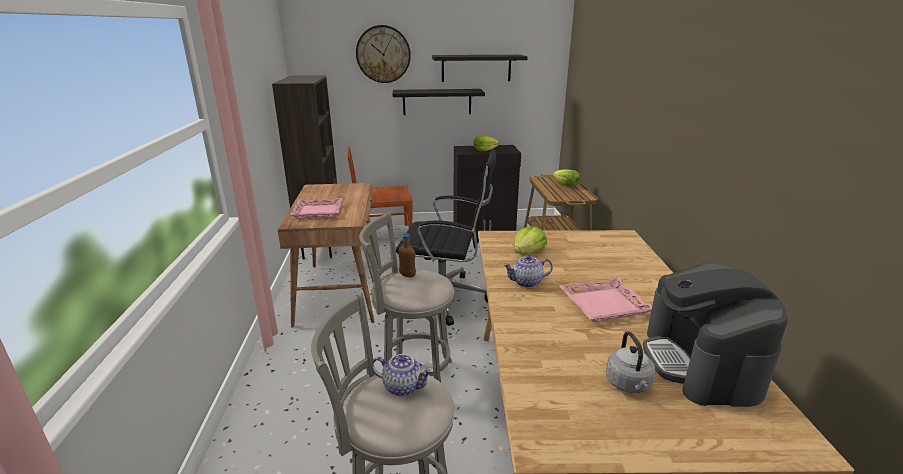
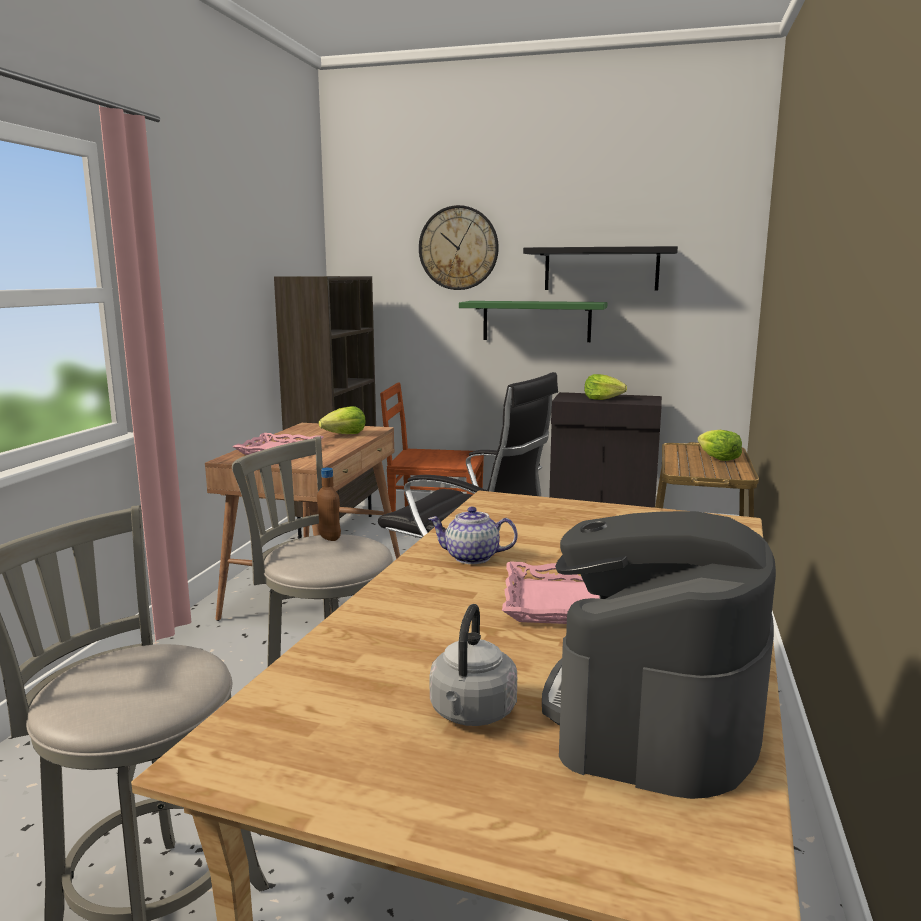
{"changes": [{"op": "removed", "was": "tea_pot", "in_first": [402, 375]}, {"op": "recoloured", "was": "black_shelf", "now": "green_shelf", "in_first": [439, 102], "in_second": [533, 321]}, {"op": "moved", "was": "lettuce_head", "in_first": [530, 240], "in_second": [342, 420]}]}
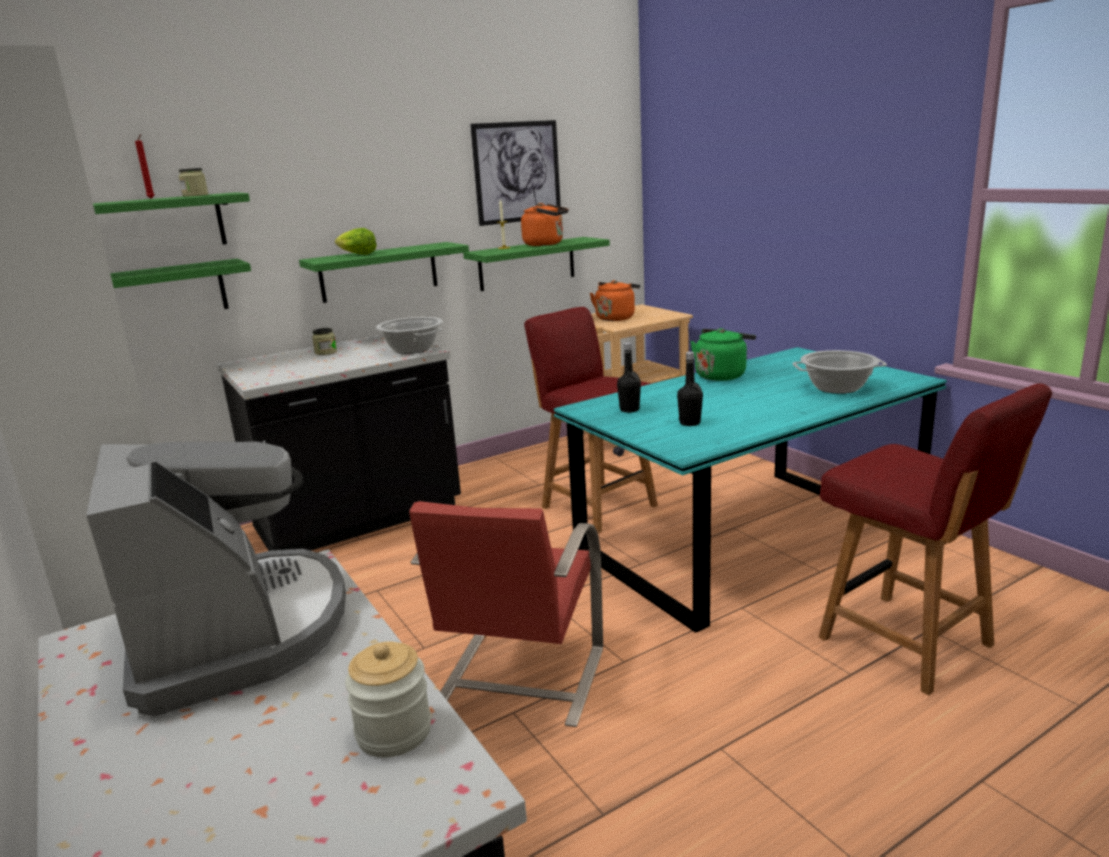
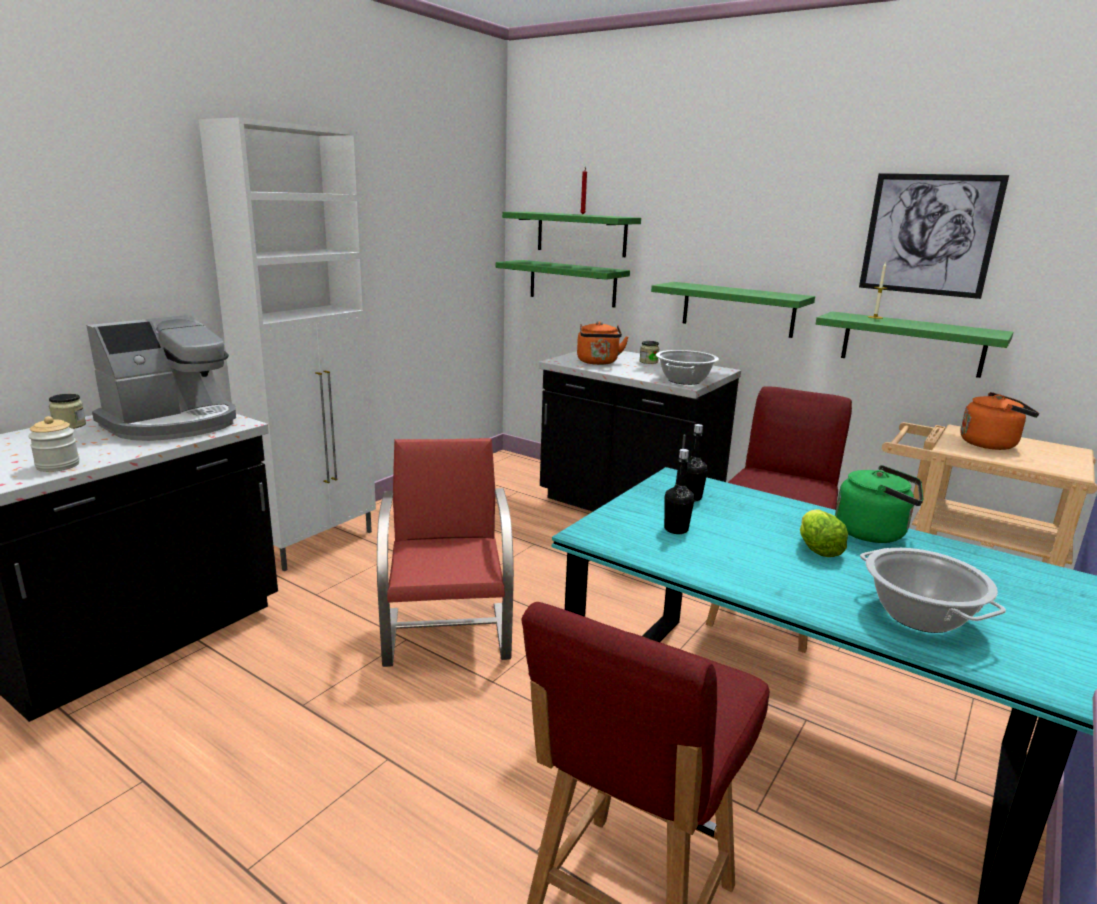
{"changes": [{"op": "moved", "was": "preserve_jar", "in_first": [193, 182], "in_second": [67, 411]}, {"op": "moved", "was": "lettuce_head", "in_first": [356, 241], "in_second": [824, 533]}, {"op": "turned", "was": "reddish_plain_chair", "in_first": [506, 614], "in_second": [445, 552], "clockwise": 90}, {"op": "moved", "was": "orange-coloured_kettle", "in_first": [545, 224], "in_second": [603, 343]}]}
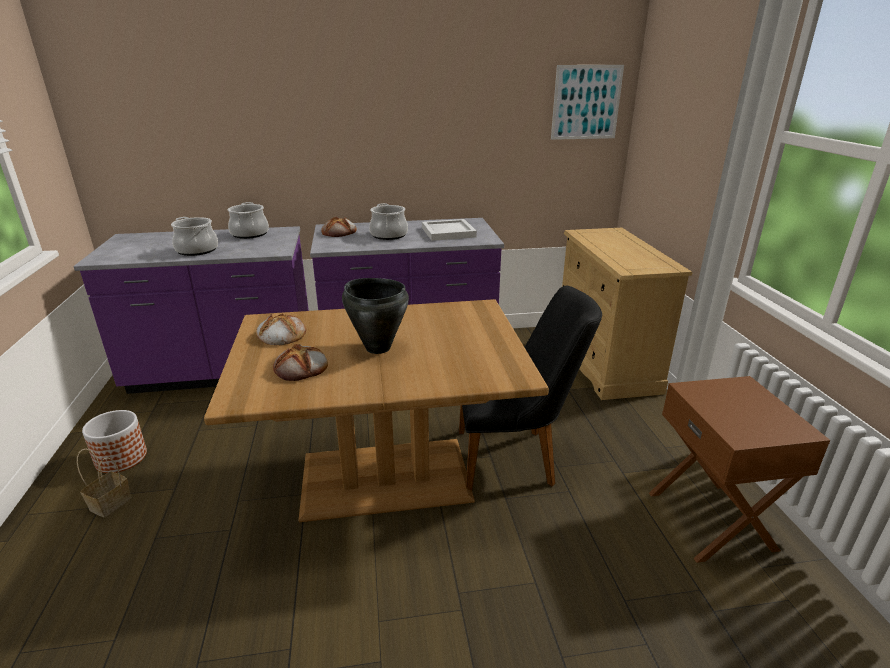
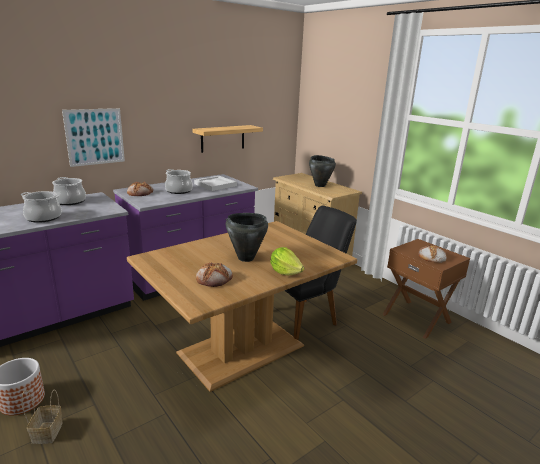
{"changes": [{"op": "moved", "was": "bread", "in_first": [281, 329], "in_second": [432, 254]}, {"op": "moved", "was": "picture", "in_first": [587, 102], "in_second": [93, 137]}, {"op": "added", "now": "shelf", "in_second": [228, 139]}, {"op": "added", "now": "lettuce_head", "in_second": [287, 261]}, {"op": "added", "now": "black_saucepot", "in_second": [322, 171]}]}
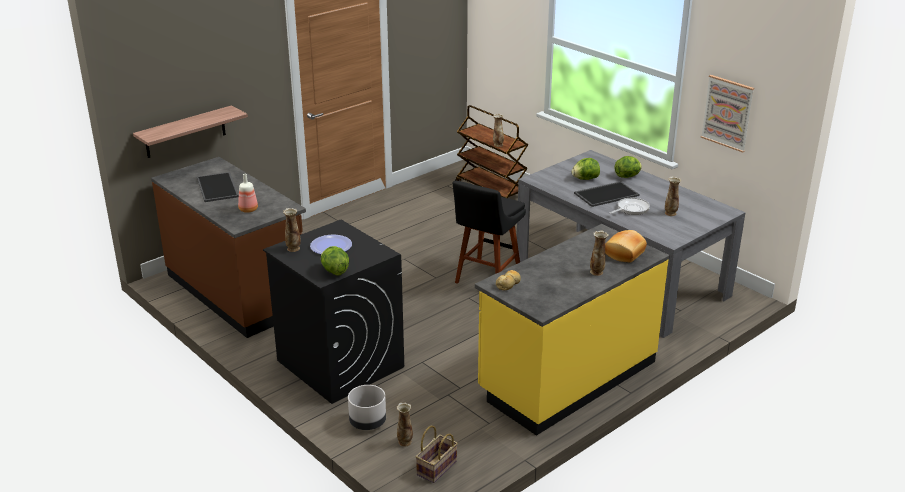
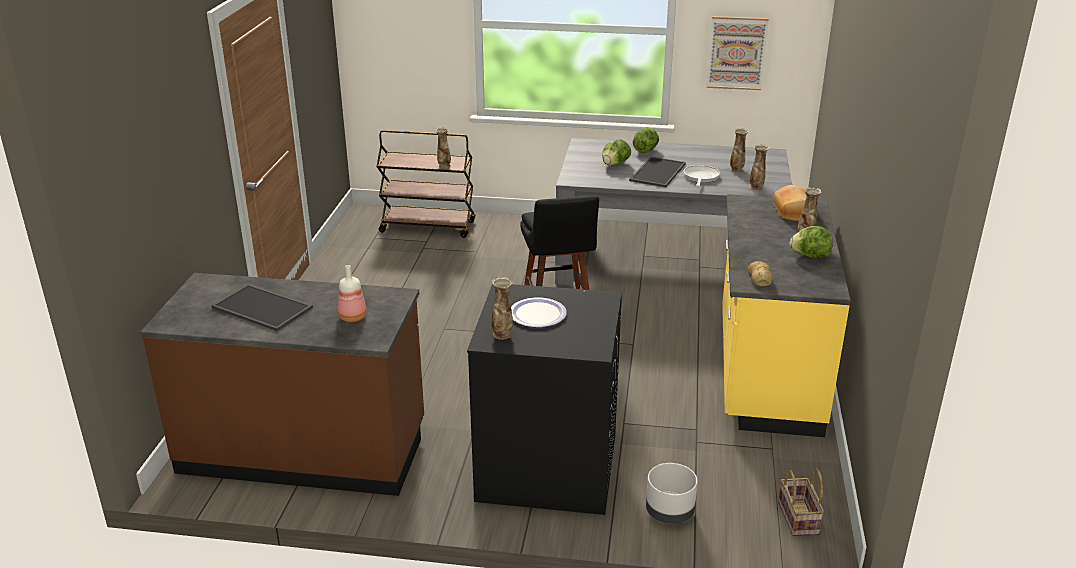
{"changes": [{"op": "removed", "was": "shelf", "in_first": [190, 131]}, {"op": "moved", "was": "lettuce_head", "in_first": [335, 261], "in_second": [811, 242]}, {"op": "moved", "was": "vase", "in_first": [405, 424], "in_second": [759, 167]}]}
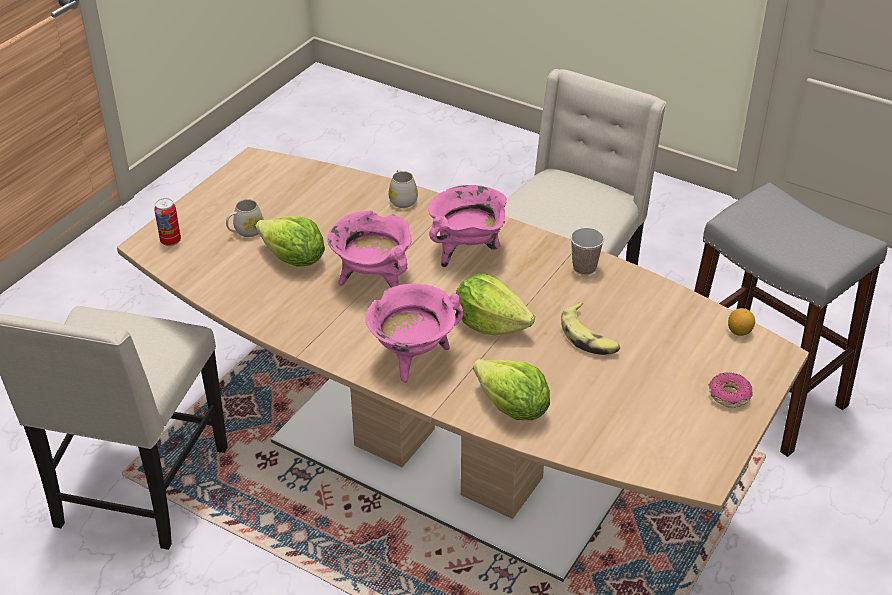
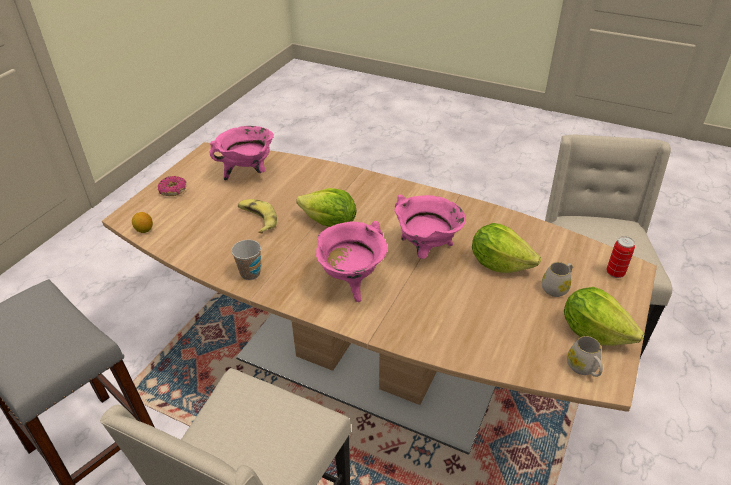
{"changes": [{"op": "moved", "was": "pink-coloured_saucepot", "in_first": [414, 333], "in_second": [242, 153]}, {"op": "moved", "was": "white-coloured_coffee_mug", "in_first": [403, 189], "in_second": [585, 356]}, {"op": "moved", "was": "lettuce_head", "in_first": [511, 389], "in_second": [604, 316]}]}
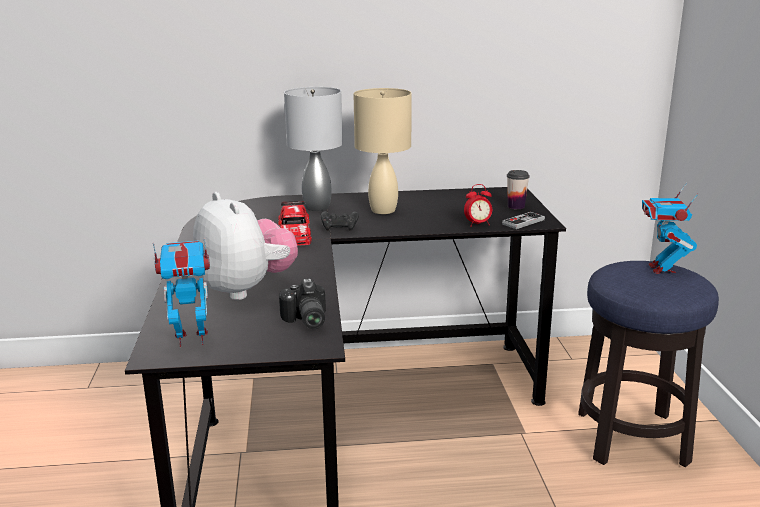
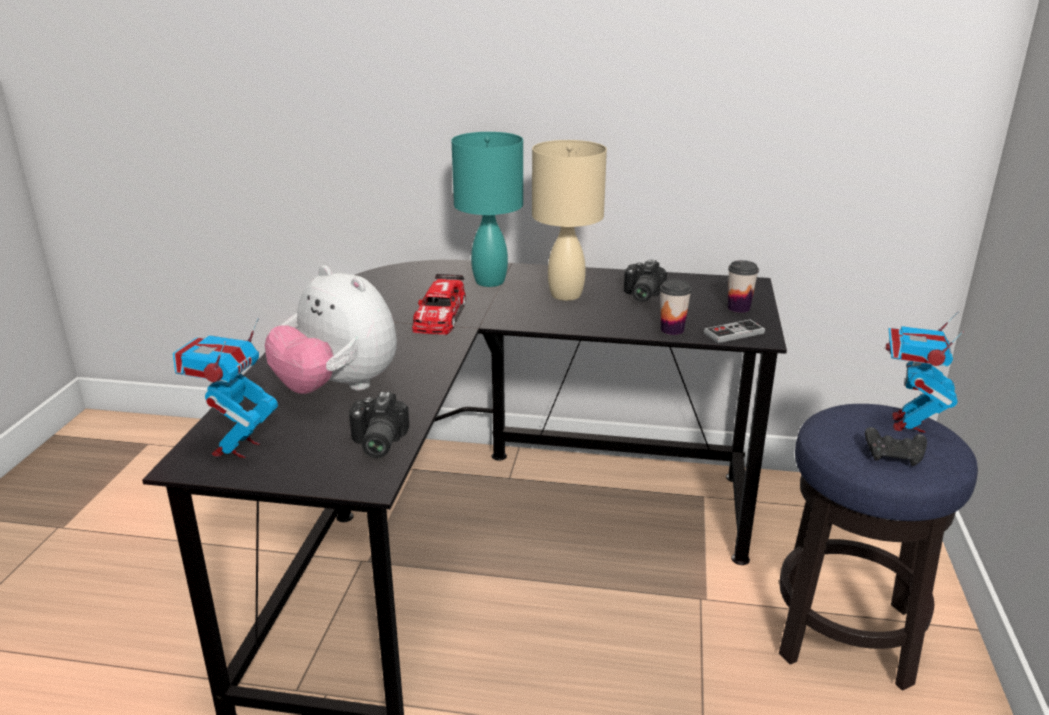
{"changes": [{"op": "turned", "was": "robot_figure", "in_first": [181, 293], "in_second": [225, 388], "clockwise": -75}, {"op": "turned", "was": "soft_toy", "in_first": [245, 246], "in_second": [331, 329], "clockwise": 150}, {"op": "recoloured", "was": "greyish_lamp_for_a_table", "now": "turquoise_lamp_for_a_table", "in_first": [313, 149], "in_second": [487, 209]}, {"op": "moved", "was": "black_game_controller", "in_first": [340, 221], "in_second": [896, 446]}, {"op": "replaced", "was": "bedside_clock", "now": "drinking_cup", "in_first": [478, 205], "in_second": [676, 307]}, {"op": "added", "now": "still_camera", "in_second": [645, 280]}]}
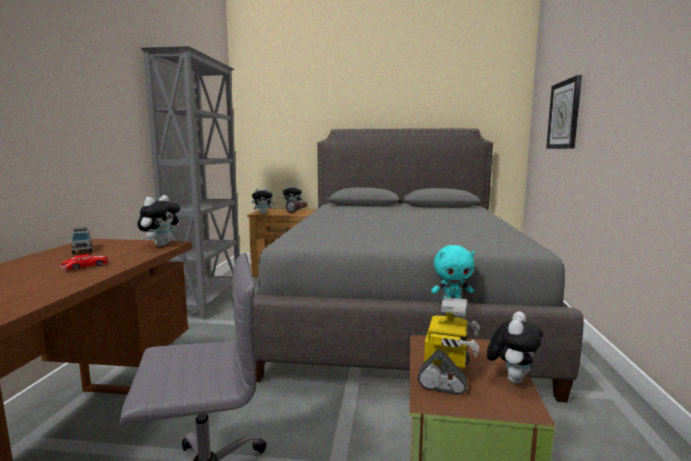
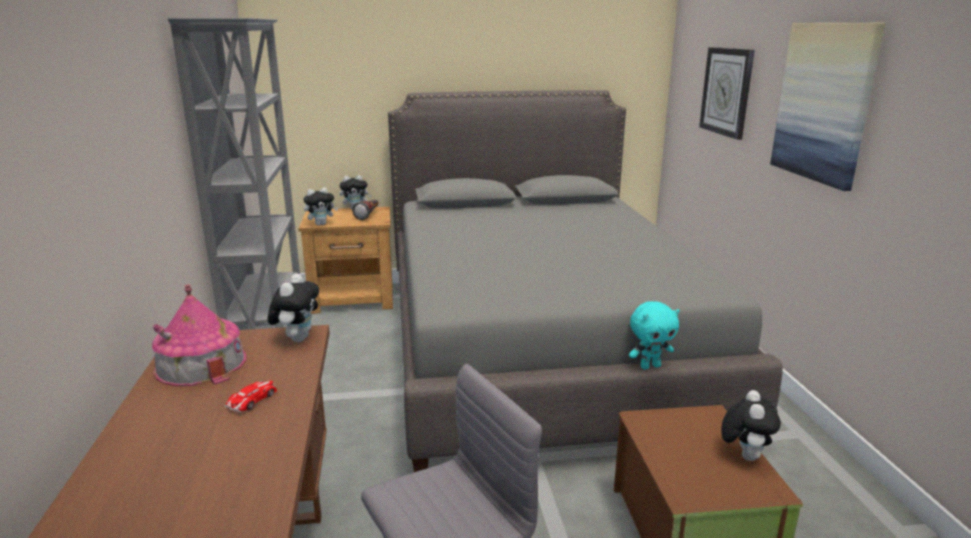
{"changes": [{"op": "replaced", "was": "greyish_miniature_car", "now": "model_house", "in_first": [81, 240], "in_second": [199, 335]}, {"op": "removed", "was": "robot_figure", "in_first": [448, 346]}, {"op": "added", "now": "picture", "in_second": [827, 107]}]}
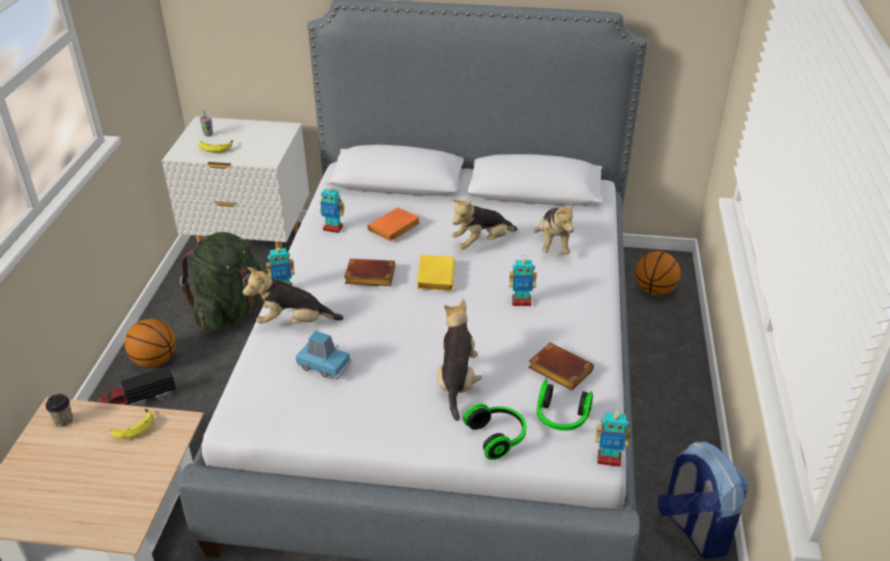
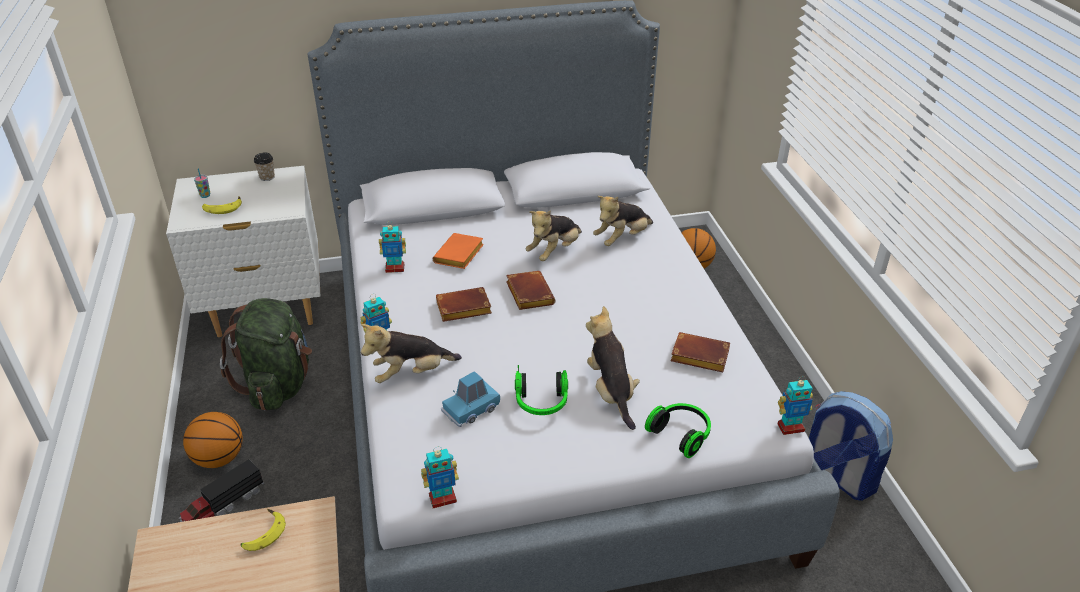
{"changes": [{"op": "moved", "was": "drinking_cup", "in_first": [59, 410], "in_second": [264, 166]}, {"op": "turned", "was": "blue_miniature_car", "in_first": [323, 355], "in_second": [470, 399], "clockwise": 135}, {"op": "recoloured", "was": "yellowish_bound_book", "now": "brown_bound_book", "in_first": [436, 273], "in_second": [531, 290]}, {"op": "moved", "was": "robot_figure", "in_first": [523, 280], "in_second": [440, 477]}, {"op": "turned", "was": "soft_toy", "in_first": [553, 228], "in_second": [623, 221], "clockwise": 75}, {"op": "moved", "was": "headphones", "in_first": [565, 403], "in_second": [541, 390]}]}
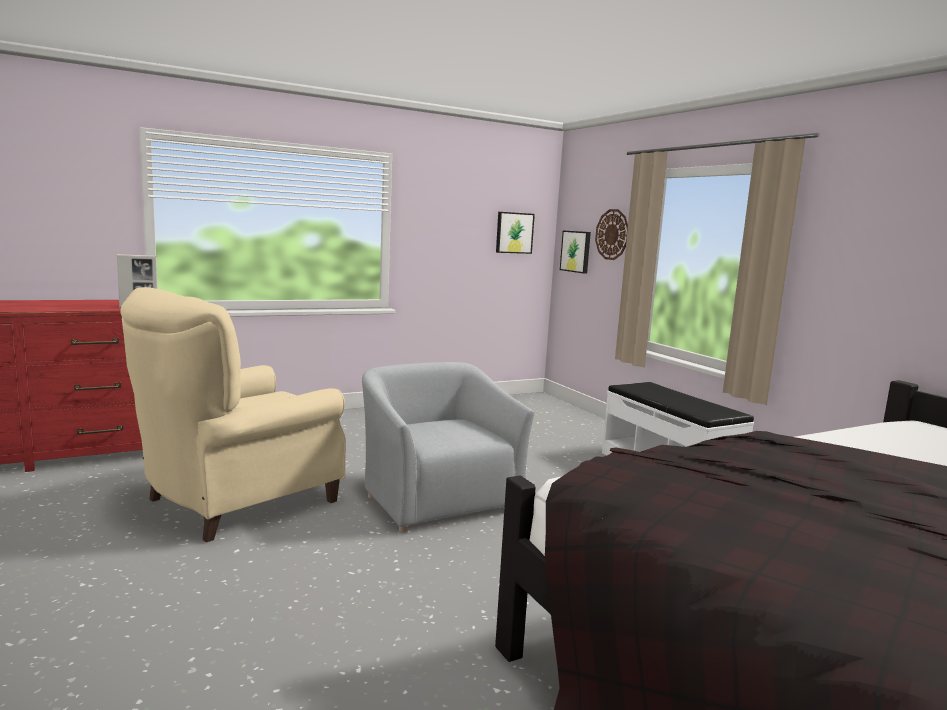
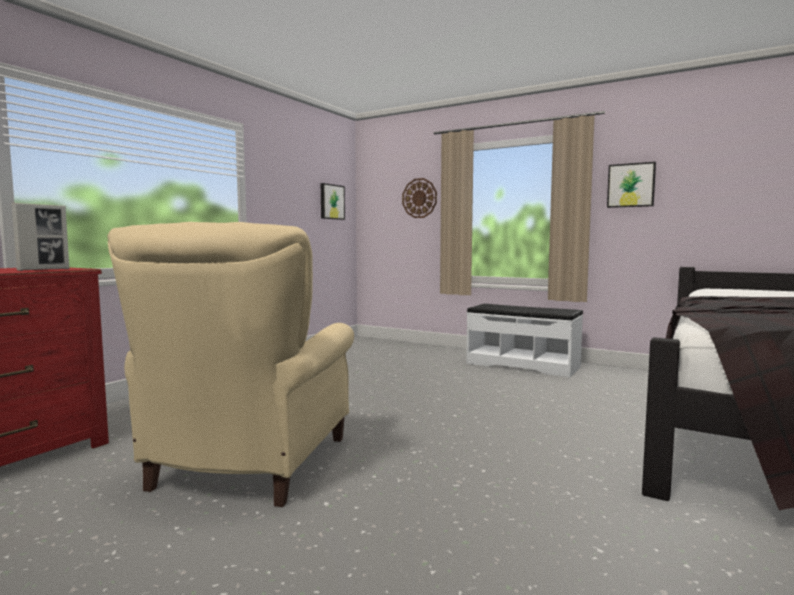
{"changes": [{"op": "removed", "was": "greyish_armchair", "in_first": [448, 447]}, {"op": "moved", "was": "picture", "in_first": [575, 252], "in_second": [631, 185]}]}
